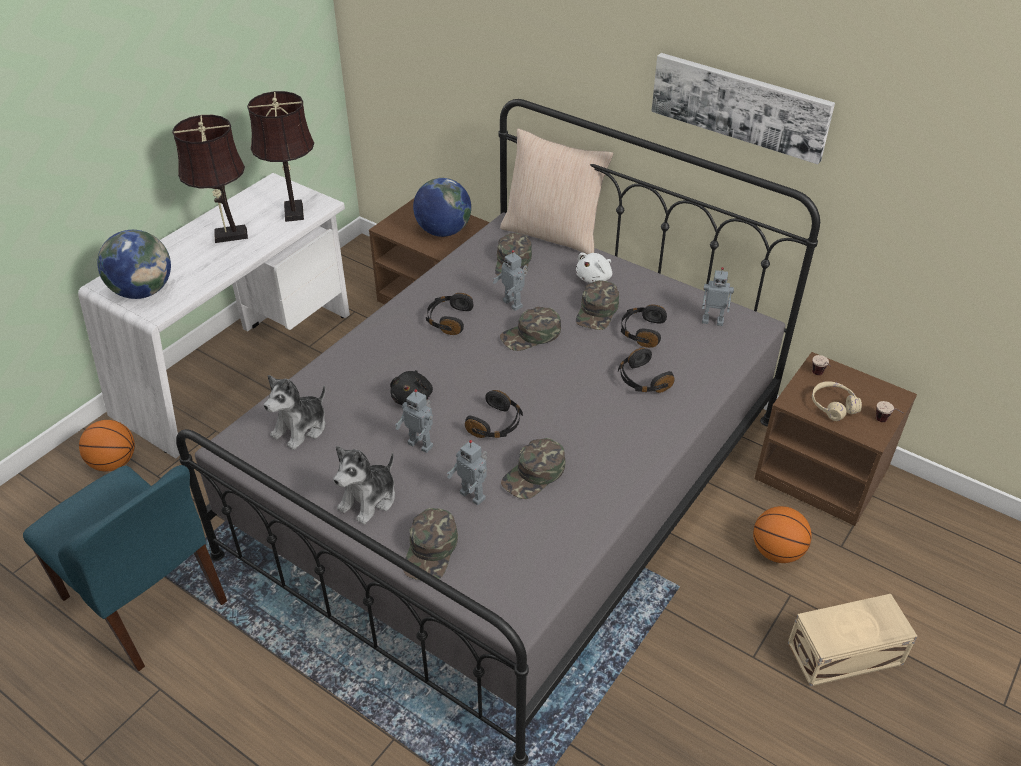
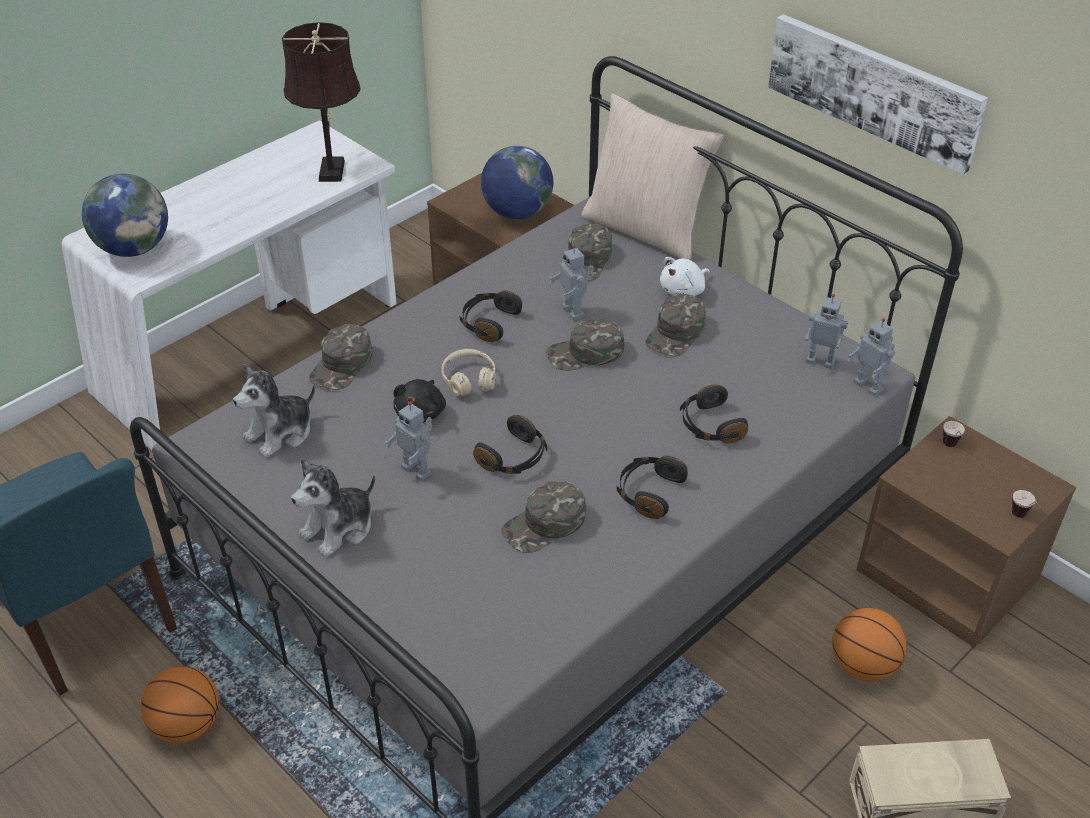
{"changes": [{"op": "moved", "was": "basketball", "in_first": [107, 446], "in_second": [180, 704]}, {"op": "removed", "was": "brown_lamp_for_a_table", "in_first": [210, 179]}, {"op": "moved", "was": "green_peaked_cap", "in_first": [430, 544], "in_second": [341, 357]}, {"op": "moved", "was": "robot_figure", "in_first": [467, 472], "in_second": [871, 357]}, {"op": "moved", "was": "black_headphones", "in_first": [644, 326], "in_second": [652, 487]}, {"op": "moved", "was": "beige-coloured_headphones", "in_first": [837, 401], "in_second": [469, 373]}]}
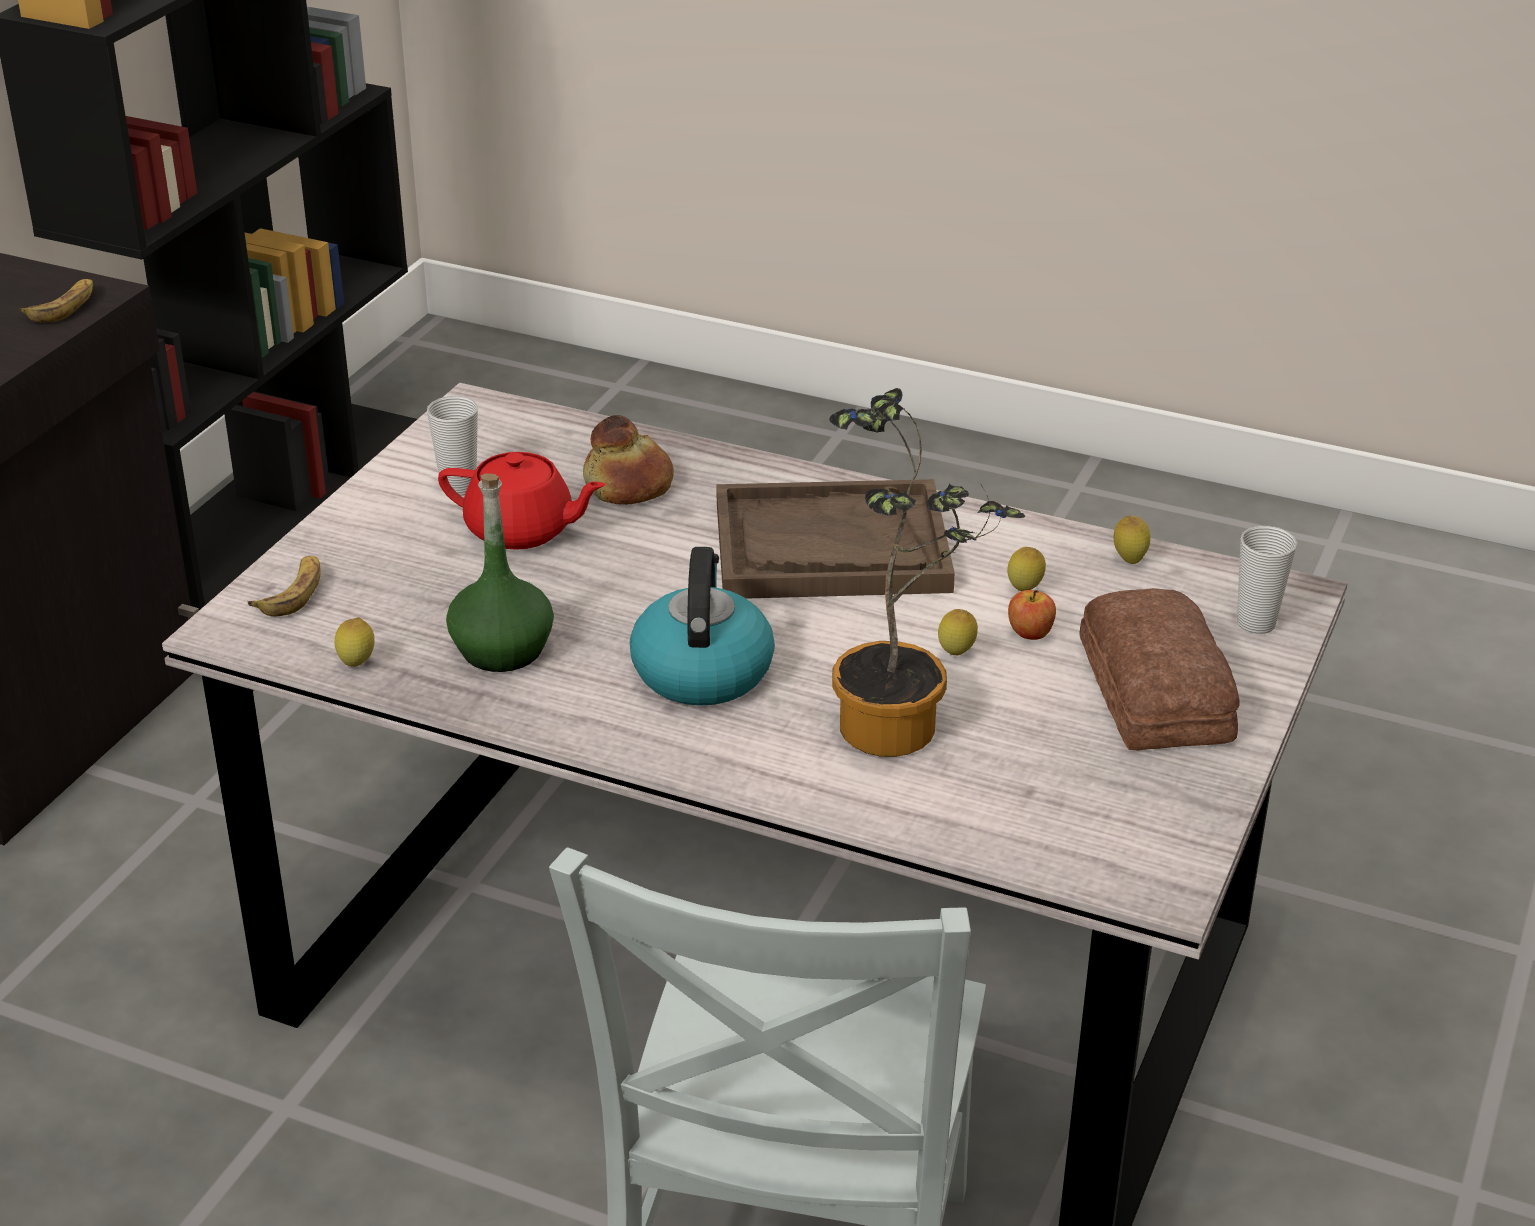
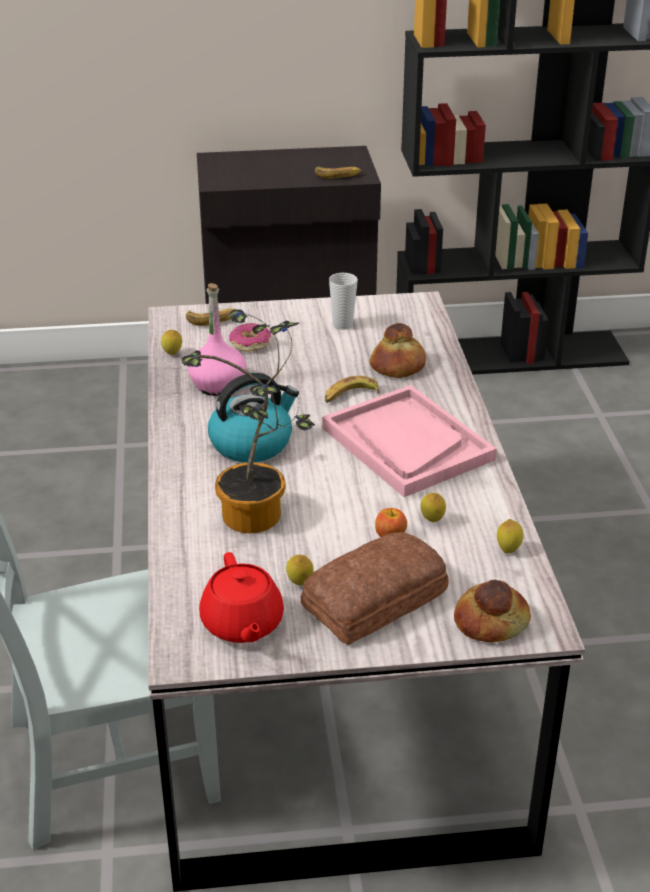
{"changes": [{"op": "moved", "was": "reddish_tea_pot", "in_first": [522, 501], "in_second": [241, 597]}, {"op": "recoloured", "was": "green_beverage_bottle", "now": "pink-coloured_beverage_bottle", "in_first": [500, 572], "in_second": [217, 339]}, {"op": "recoloured", "was": "brown_tray", "now": "pink-coloured_tray", "in_first": [836, 539], "in_second": [409, 441]}, {"op": "moved", "was": "citrus_fruit", "in_first": [958, 632], "in_second": [299, 570]}, {"op": "replaced", "was": "drinking_cup", "now": "bread", "in_first": [1267, 580], "in_second": [492, 610]}, {"op": "added", "now": "doughnut", "in_second": [250, 337]}, {"op": "added", "now": "banana_fruit", "in_second": [352, 389]}]}
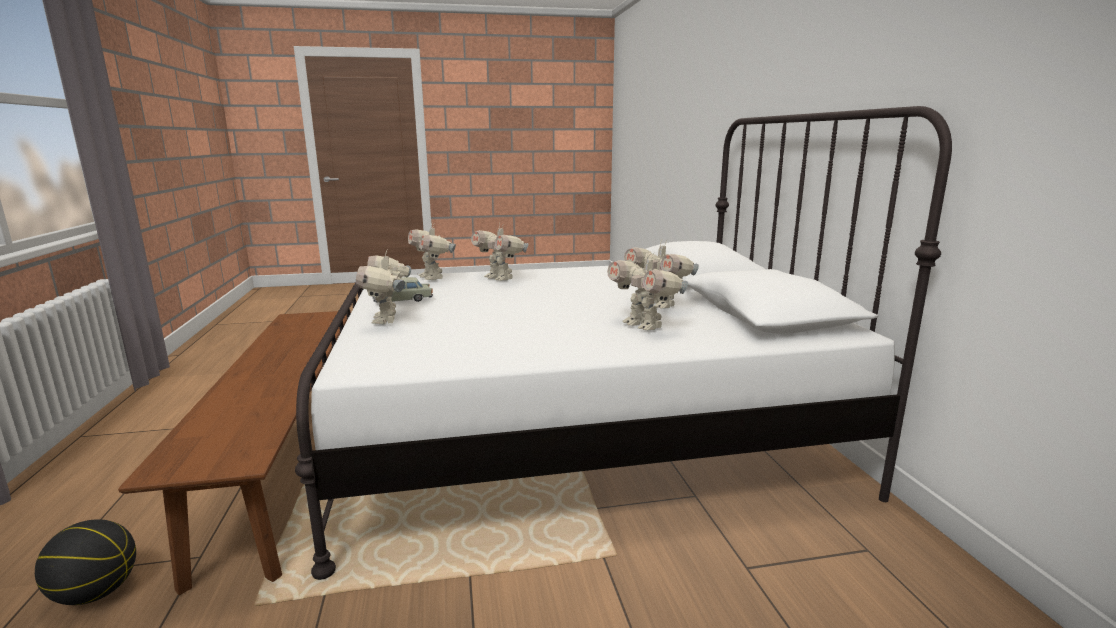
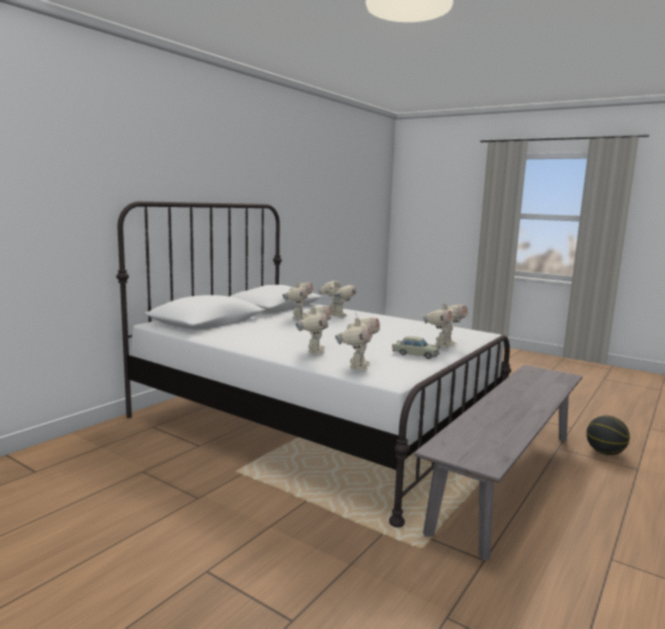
{"changes": [{"op": "recoloured", "was": "brown_long_seat", "now": "greyish_long_seat", "in_first": [234, 452], "in_second": [498, 463]}, {"op": "turned", "was": "robot_figure", "in_first": [647, 290], "in_second": [337, 297], "clockwise": -45}]}
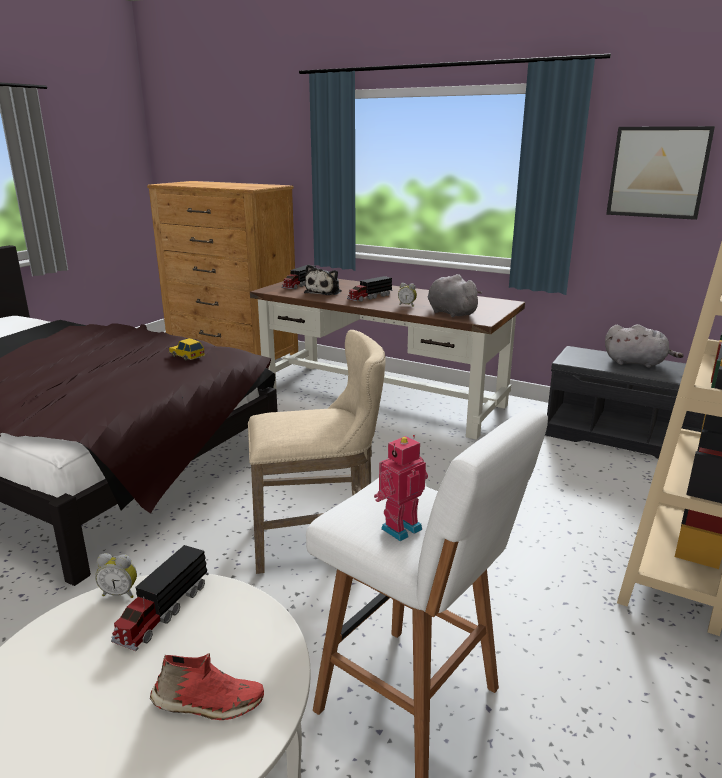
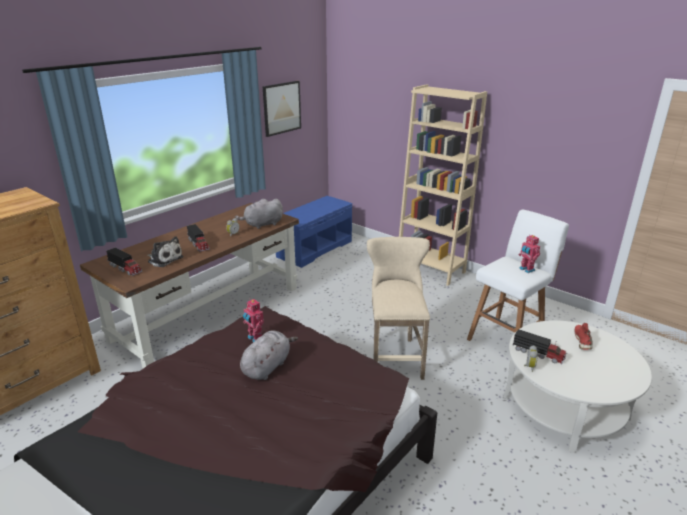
{"changes": [{"op": "replaced", "was": "miniature_car", "now": "robot_figure", "in_first": [187, 349], "in_second": [253, 320]}, {"op": "recoloured", "was": "greyish_long_seat", "now": "blue_long_seat", "in_first": [625, 402], "in_second": [314, 232]}, {"op": "moved", "was": "greyish_soft_toy", "in_first": [644, 346], "in_second": [269, 355]}]}
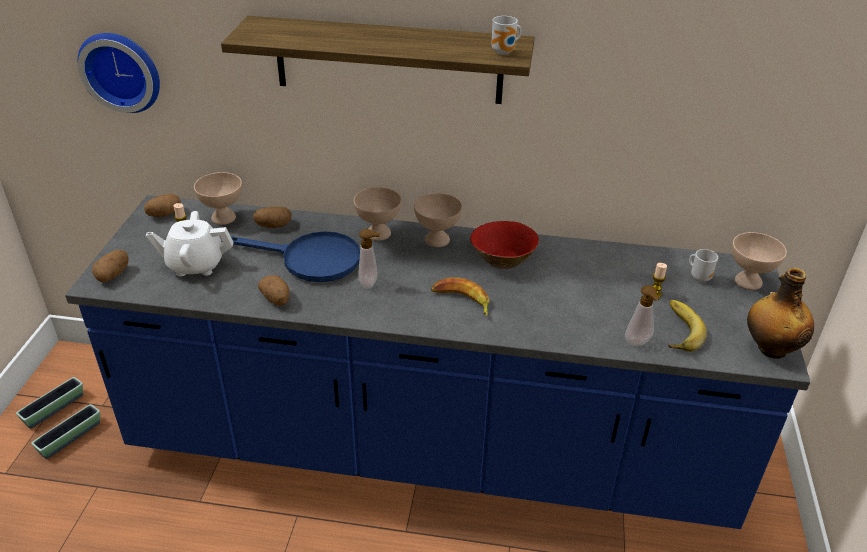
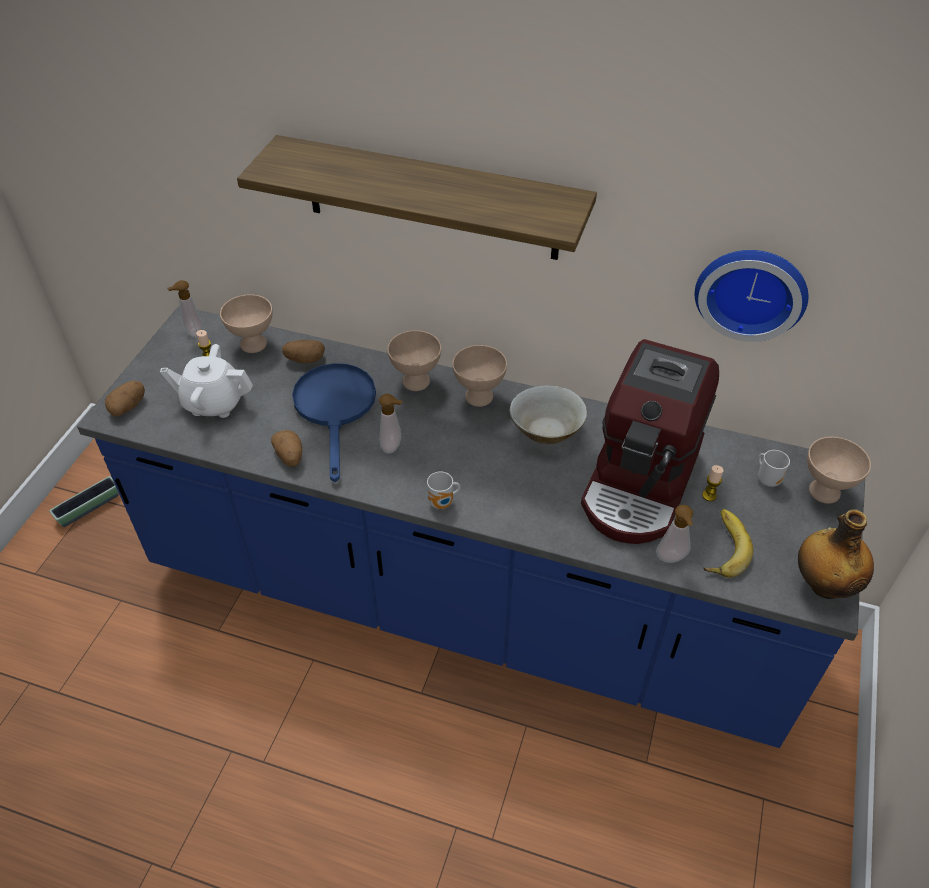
{"changes": [{"op": "removed", "was": "plant_pot", "in_first": [65, 431]}, {"op": "moved", "was": "wall_clock", "in_first": [119, 73], "in_second": [752, 296]}, {"op": "replaced", "was": "spud", "now": "liquid_soap_bottle", "in_first": [162, 205], "in_second": [185, 309]}, {"op": "turned", "was": "blue_skillet", "in_first": [295, 256], "in_second": [334, 422], "clockwise": -120}, {"op": "removed", "was": "banana_fruit", "in_first": [460, 297]}, {"op": "recoloured", "was": "reddish_bowl", "now": "beige-coloured_bowl", "in_first": [504, 245], "in_second": [548, 414]}, {"op": "moved", "was": "coffee_mug", "in_first": [507, 35], "in_second": [443, 490]}, {"op": "added", "now": "coffee_maker", "in_second": [650, 441]}]}
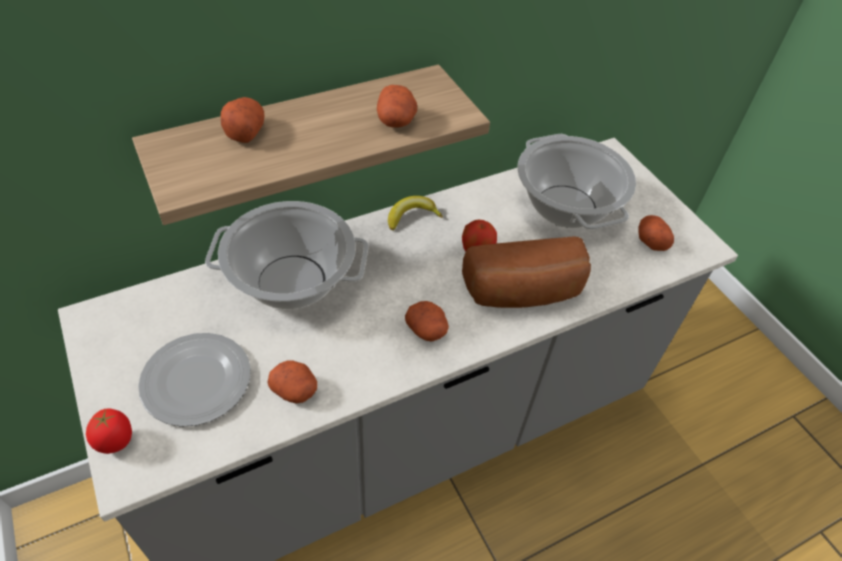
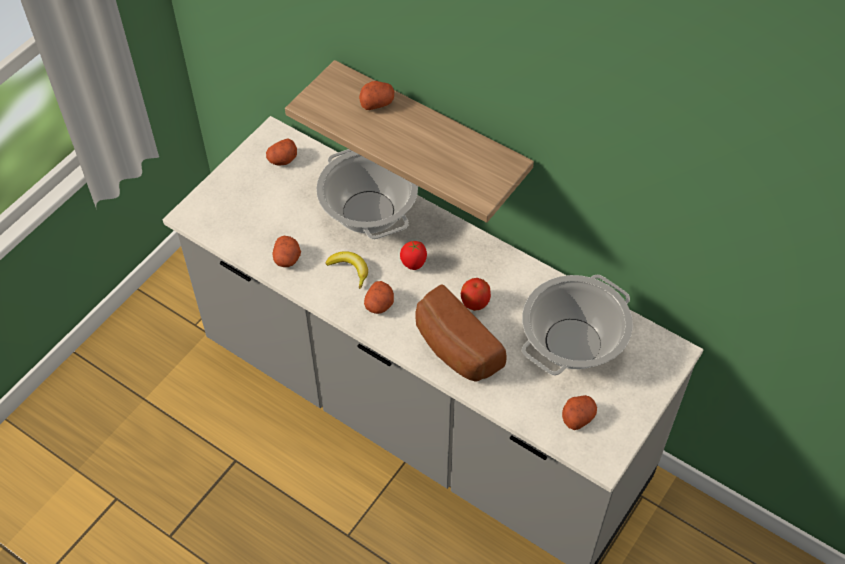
{"changes": [{"op": "moved", "was": "fresh_tomato", "in_first": [109, 431], "in_second": [413, 255]}, {"op": "removed", "was": "dinner_plate", "in_first": [194, 380]}, {"op": "moved", "was": "spud", "in_first": [397, 106], "in_second": [281, 152]}, {"op": "moved", "was": "banana_fruit", "in_first": [415, 213], "in_second": [347, 270]}]}
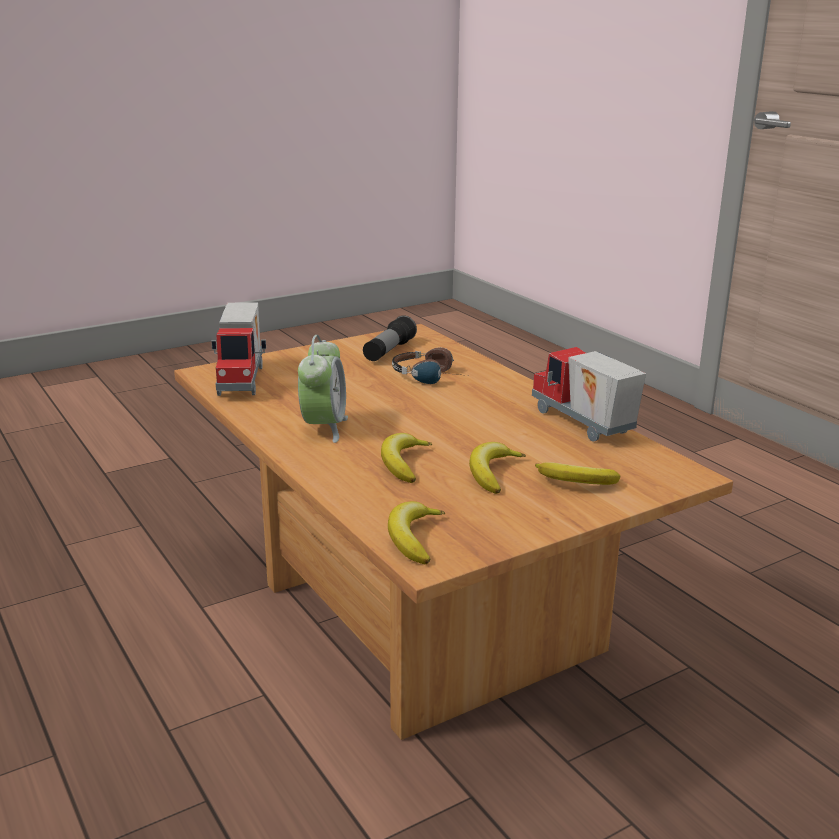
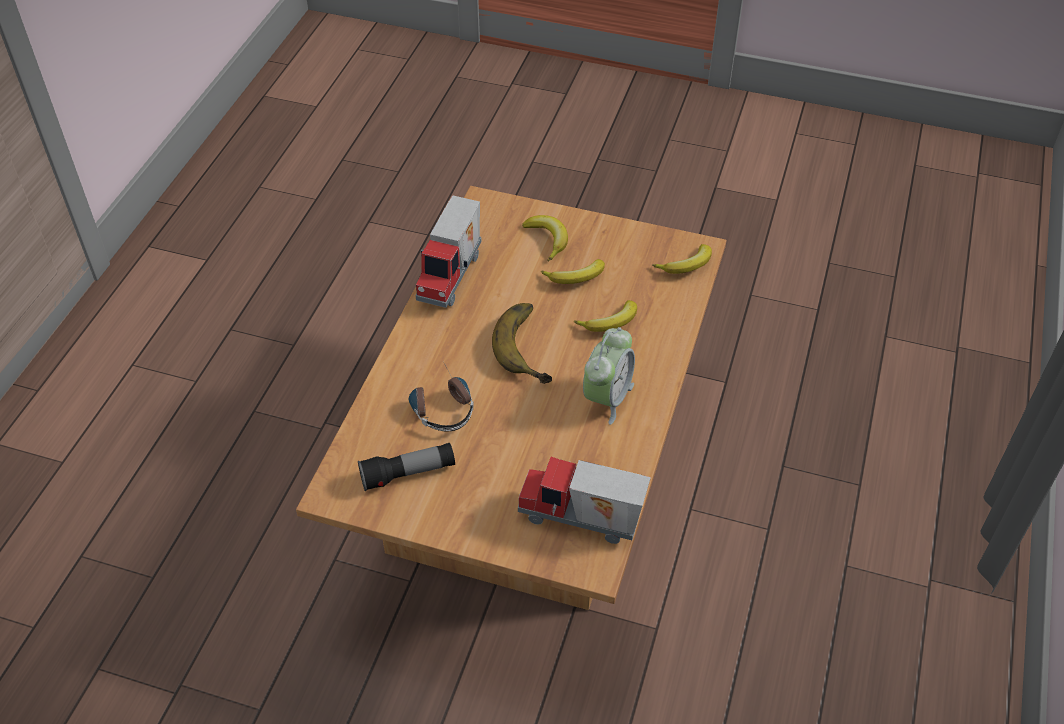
{"changes": [{"op": "turned", "was": "toy_truck", "in_first": [238, 349], "in_second": [584, 500], "clockwise": -120}, {"op": "turned", "was": "bedside_clock", "in_first": [323, 389], "in_second": [609, 376], "clockwise": 150}, {"op": "added", "now": "banana_fruit", "in_second": [522, 343]}]}
